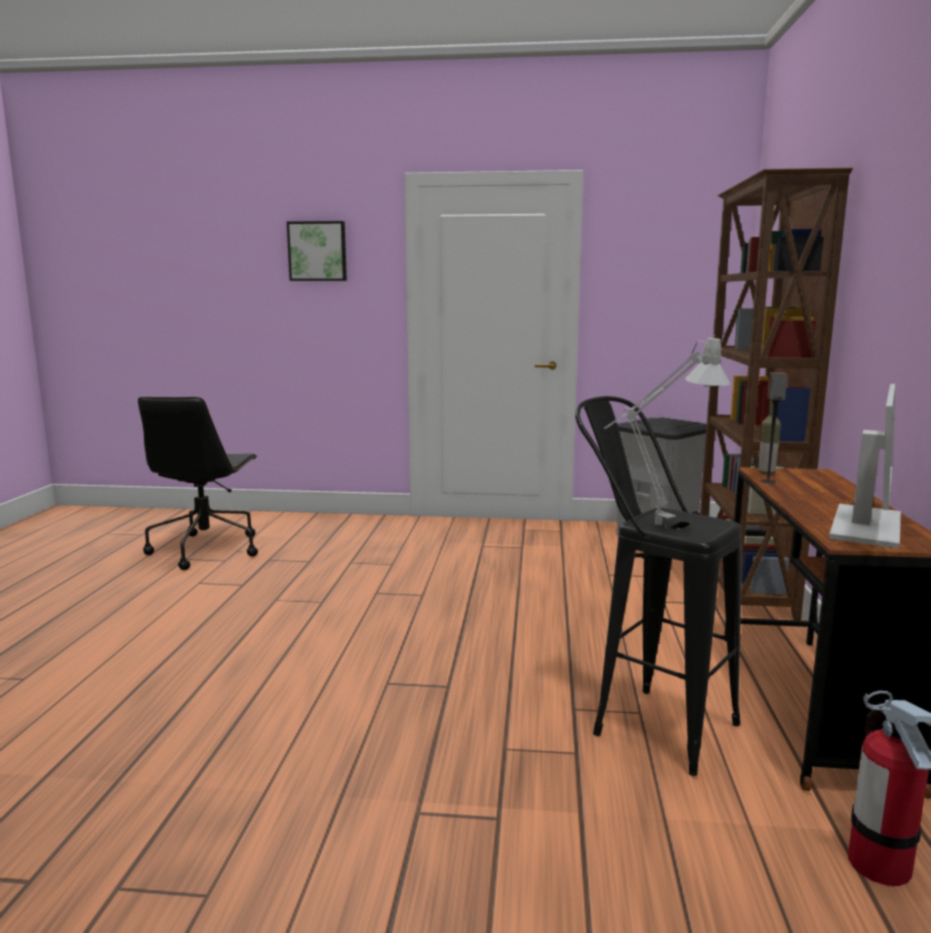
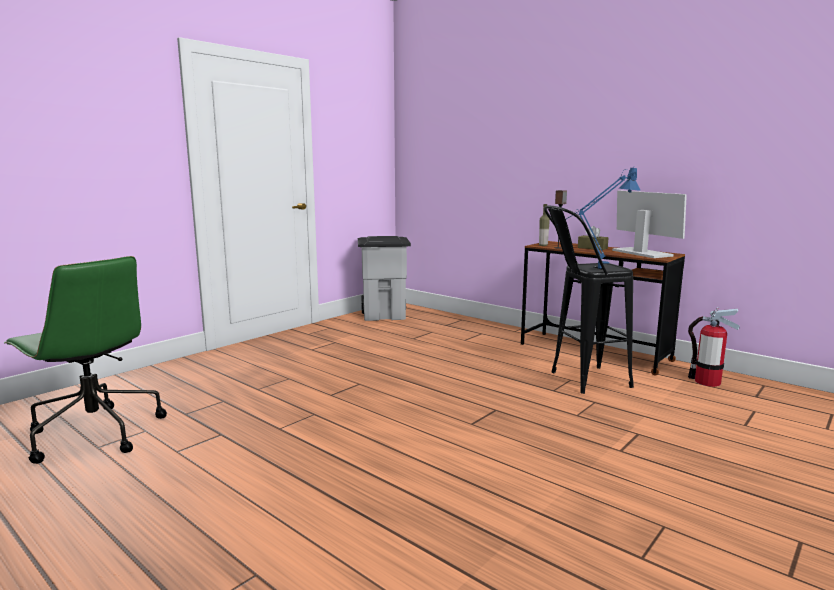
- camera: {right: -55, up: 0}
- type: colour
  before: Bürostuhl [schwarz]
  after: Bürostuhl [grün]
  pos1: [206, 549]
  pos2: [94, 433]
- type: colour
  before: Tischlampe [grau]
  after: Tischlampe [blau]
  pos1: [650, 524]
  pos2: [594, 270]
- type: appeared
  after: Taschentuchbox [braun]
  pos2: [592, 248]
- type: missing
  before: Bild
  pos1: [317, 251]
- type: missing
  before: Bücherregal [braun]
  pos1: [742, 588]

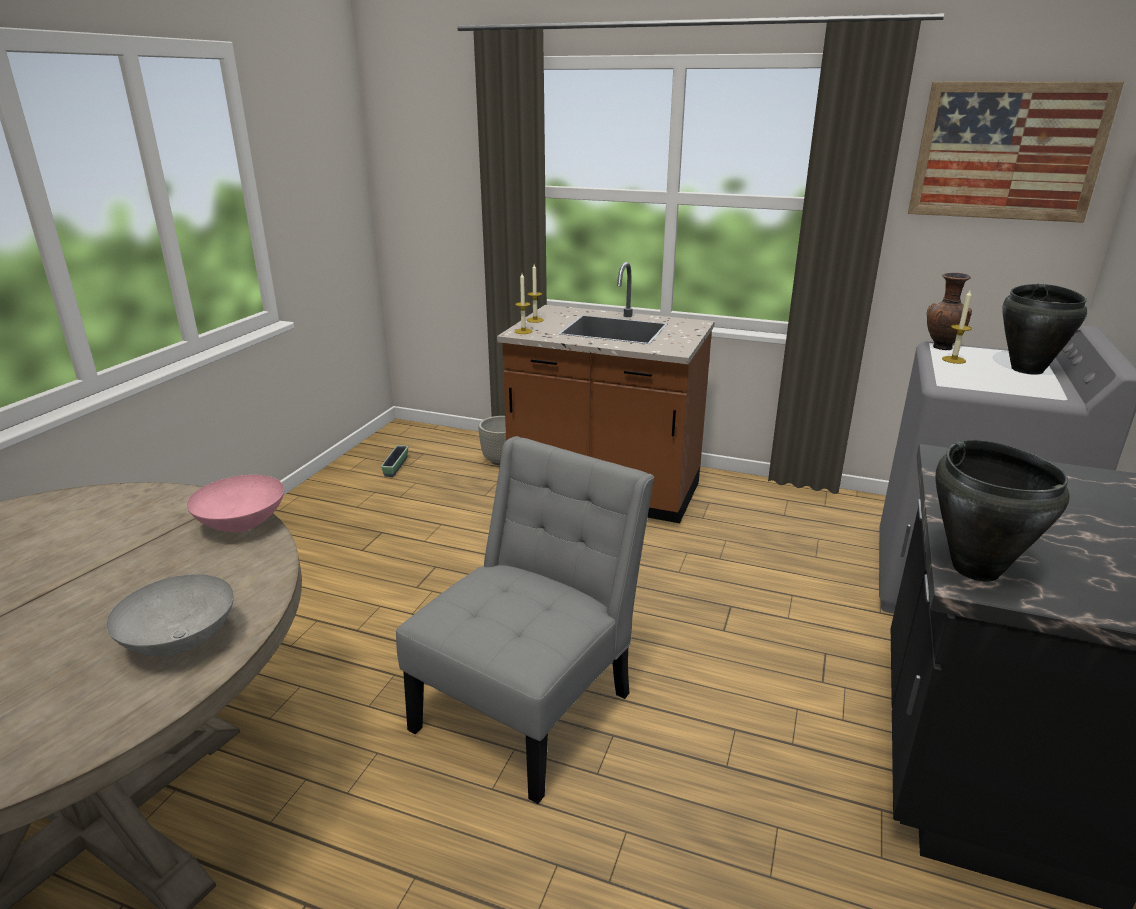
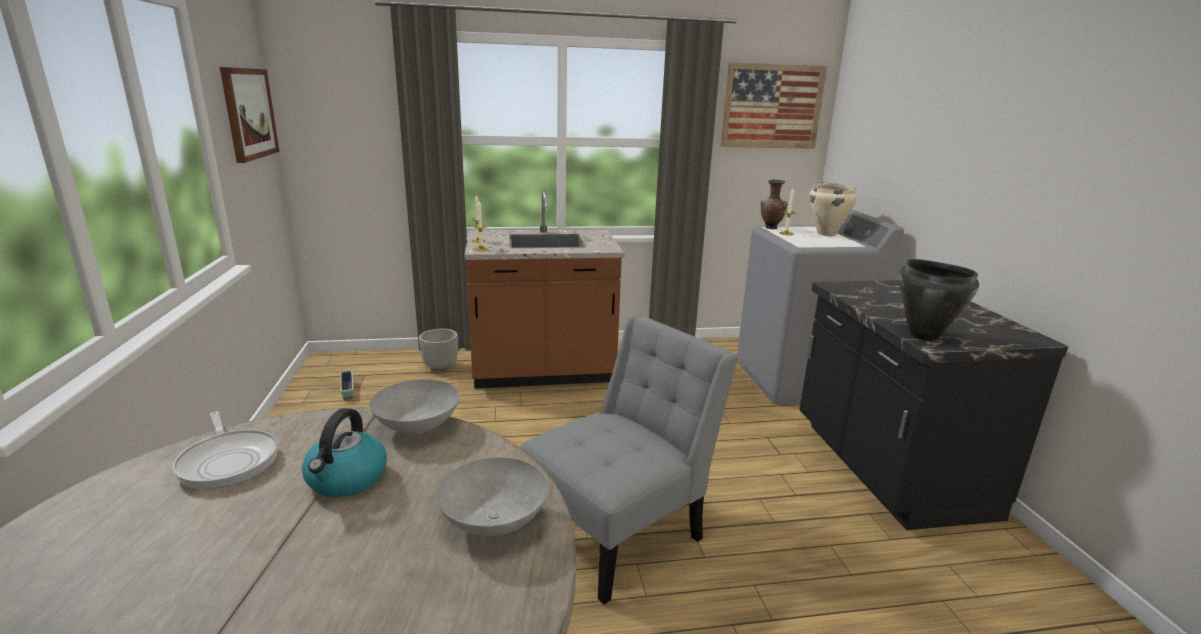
- camera: {right: -30, up: -5}
- type: appeared
  after: Pfanne
  pos2: [229, 461]
- type: appeared
  after: Bild
  pos2: [249, 113]
- type: appeared
  after: Wasserkessel
  pos2: [347, 479]
- type: colour
  before: Schüssel [rosa]
  after: Schüssel [grau]
  pos1: [242, 525]
  pos2: [418, 427]
- type: spun
  before: Stuhl [grau]
  pos1: [530, 704]
  pos2: [620, 529]
  turn: 45
- type: colour
  before: Kochtopf [schwarz]
  after: Kochtopf [beige]
  pos1: [1027, 369]
  pos2: [826, 234]

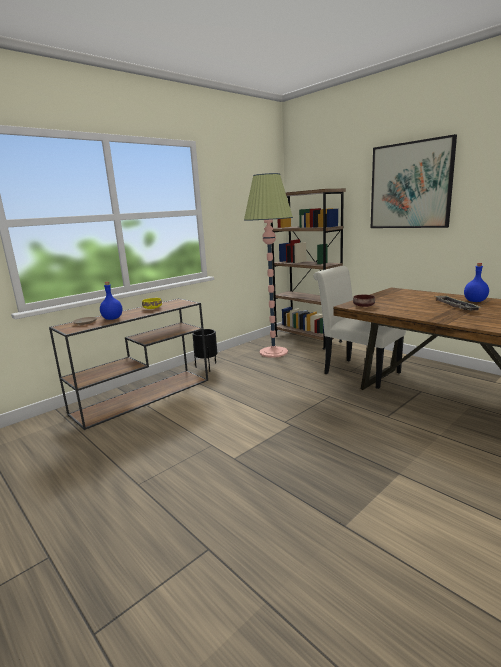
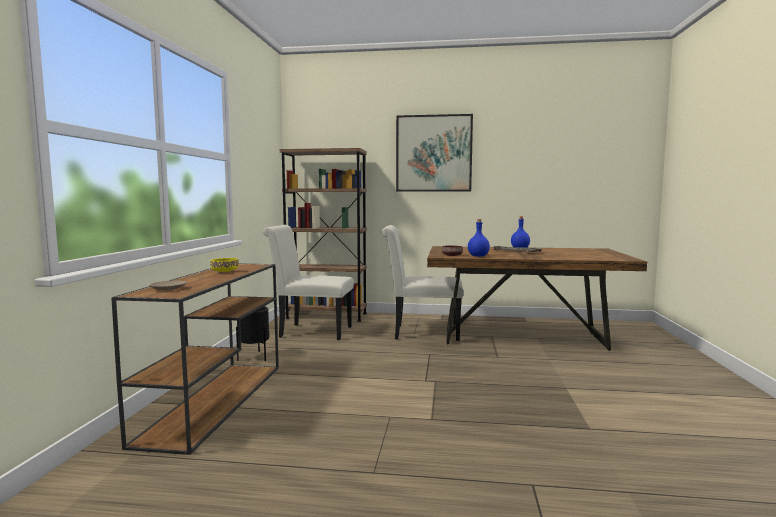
- camera: {right: -40, up: -10}
- type: exchanged
  before: Stehlampe
  after: Stuhl [weiß]
  pos1: [273, 352]
  pos2: [310, 332]
- type: relocated
  before: Flasche [blau]
  pos1: [113, 318]
  pos2: [478, 256]

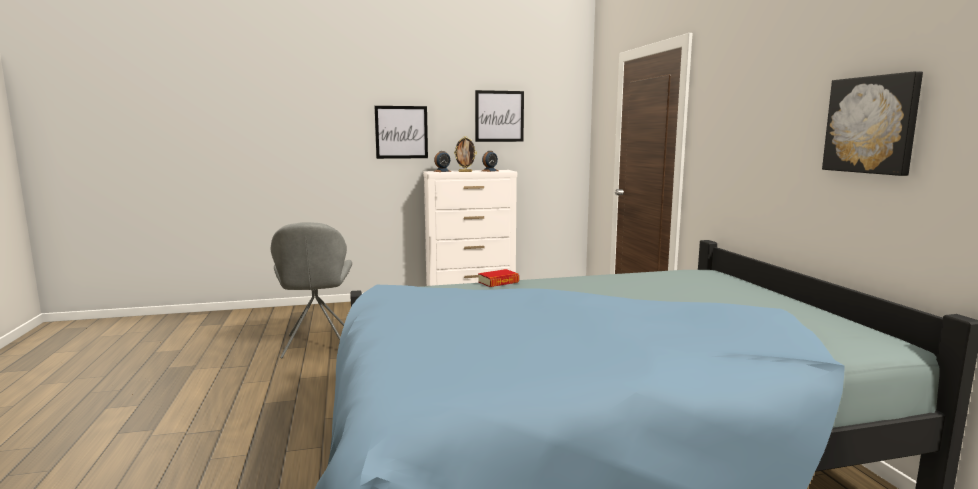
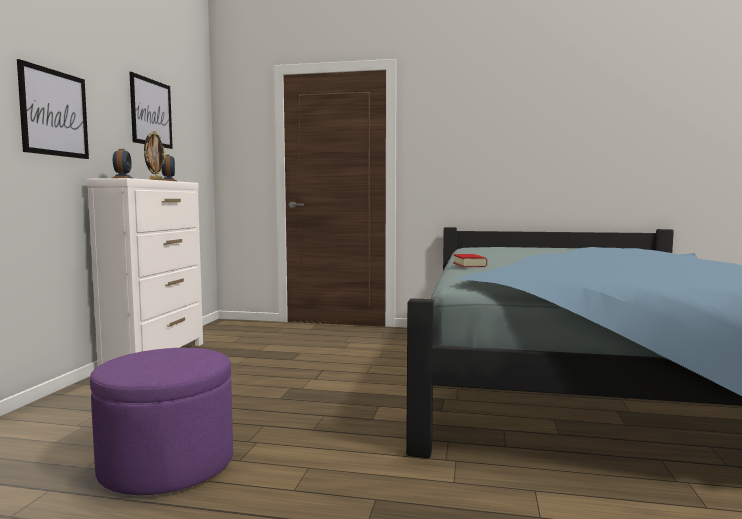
- camera: {right: -65, up: -5}
- type: exchanged
  before: Stuhl [grau]
  after: Polsterhocker [lila]
  pos1: [317, 345]
  pos2: [167, 465]
- type: missing
  before: Bild
  pos1: [872, 125]

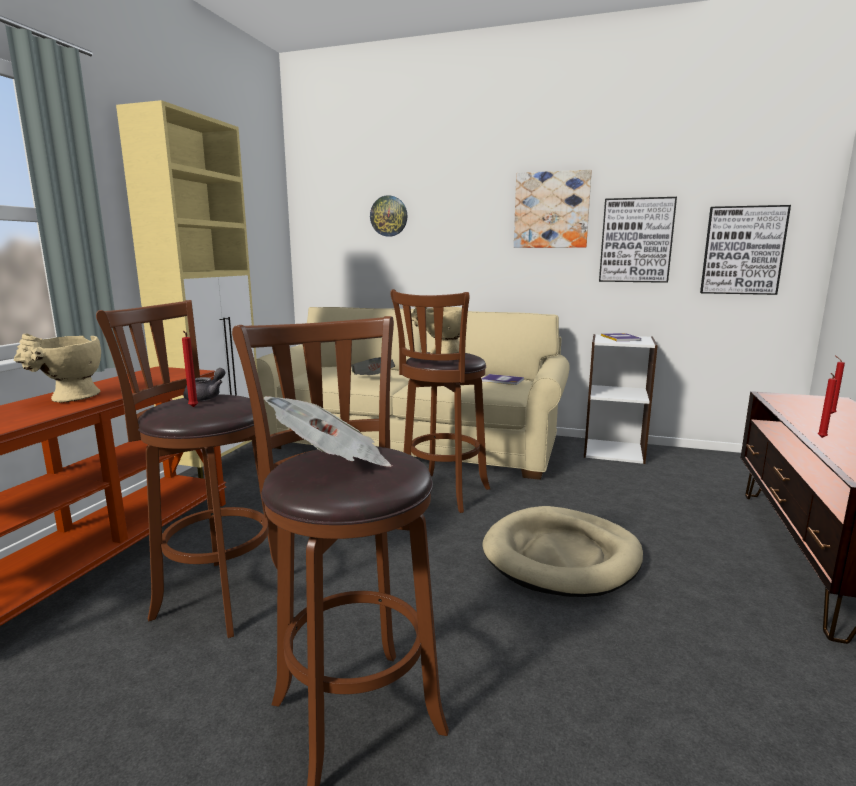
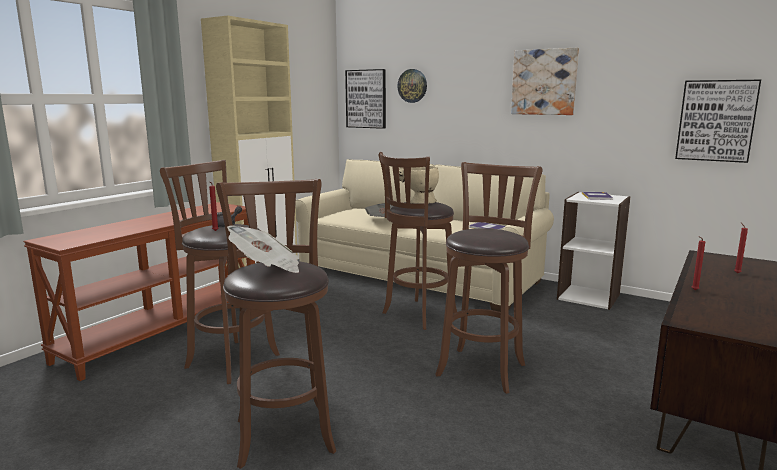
- camera: {right: 15, up: 0}
- type: relocated
  before: Bild
  pos1: [636, 240]
  pos2: [366, 99]
- type: exchanged
  before: Hundebett [beige]
  after: Hocker [braun]
  pos1: [561, 556]
  pos2: [482, 367]
- type: missing
  before: Vase [beige]
  pos1: [69, 399]

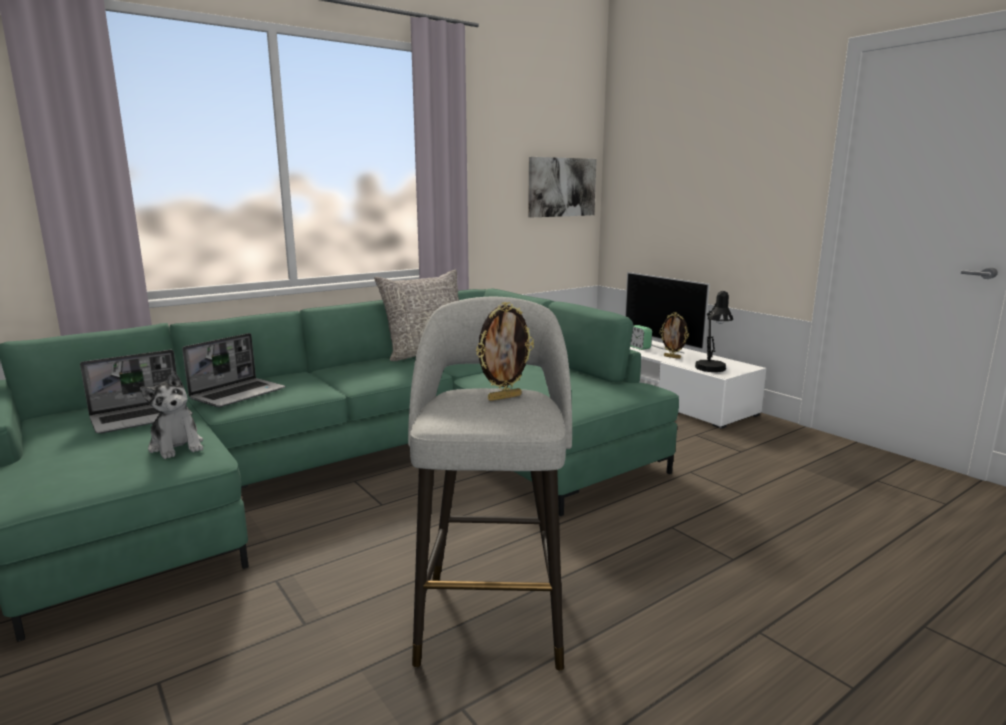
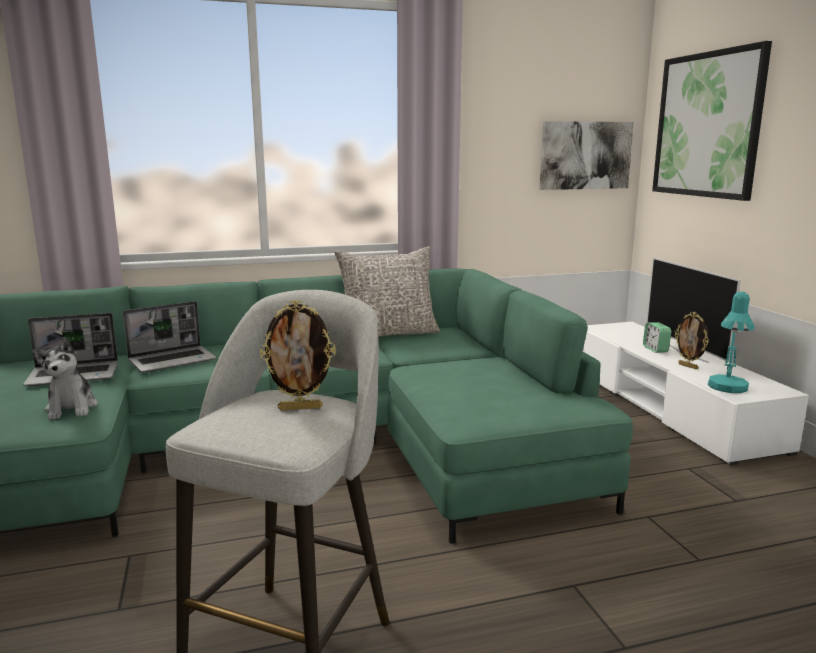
- camera: {right: 20, up: 0}
- type: appeared
  after: Bild
  pos2: [707, 125]
- type: colour
  before: Tischlampe [schwarz]
  after: Tischlampe [türkis]
  pos1: [711, 370]
  pos2: [727, 389]

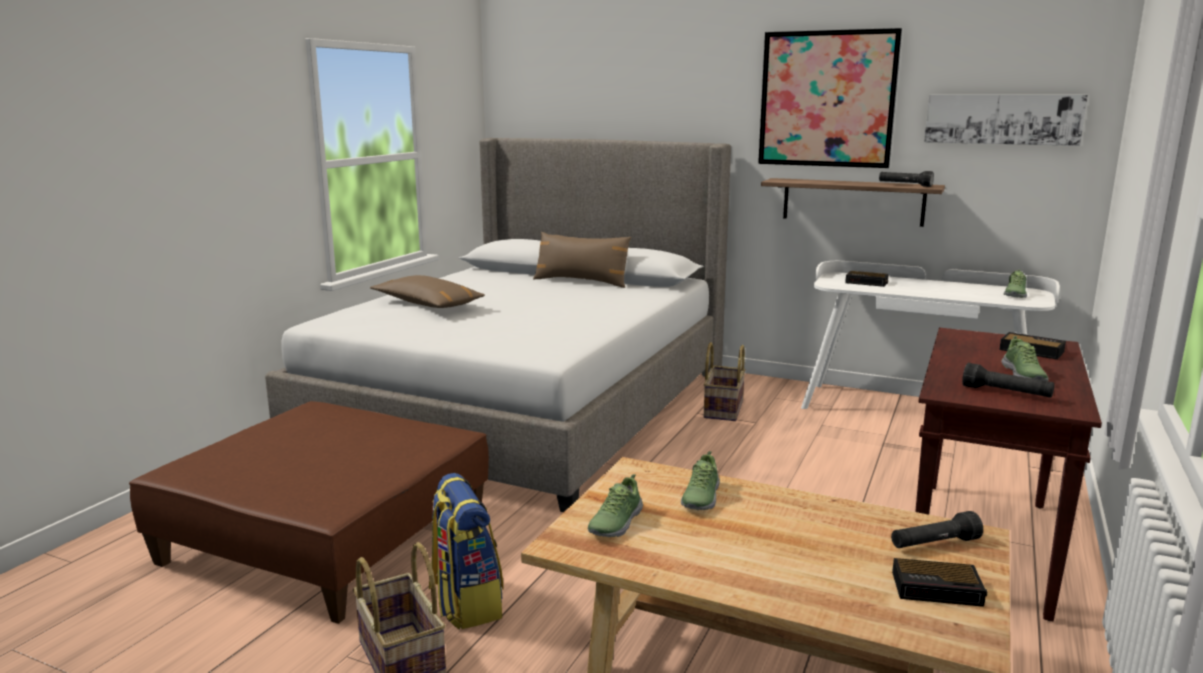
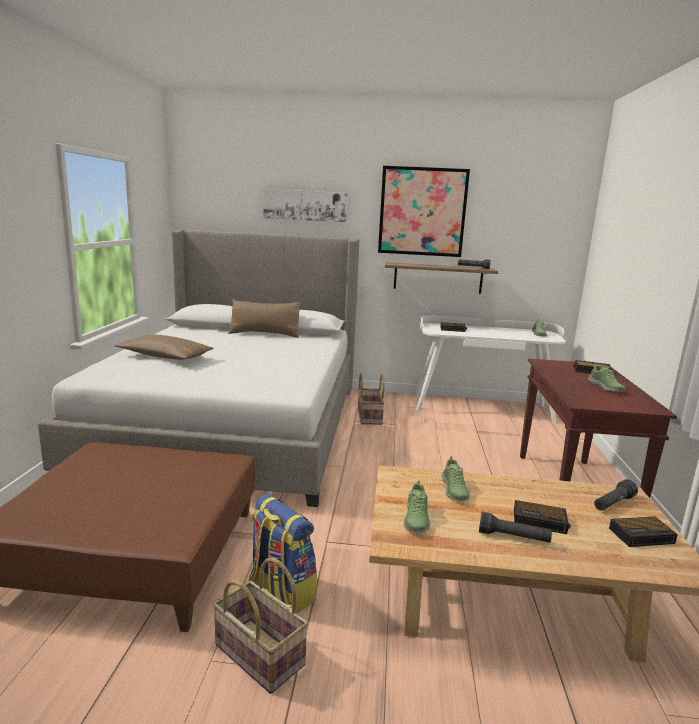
- camera: {right: -20, up: 0}
- type: relocated
  before: Bild
  pos1: [1002, 119]
  pos2: [305, 205]
- type: relocated
  before: Taschenlampe [schwarz]
  pos1: [1006, 393]
  pos2: [513, 537]
- type: appeared
  after: Wecker
  pos2: [540, 521]

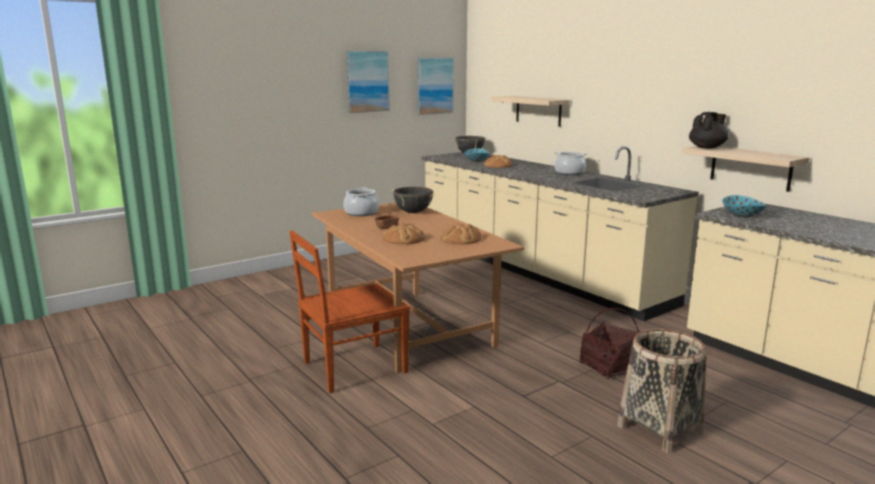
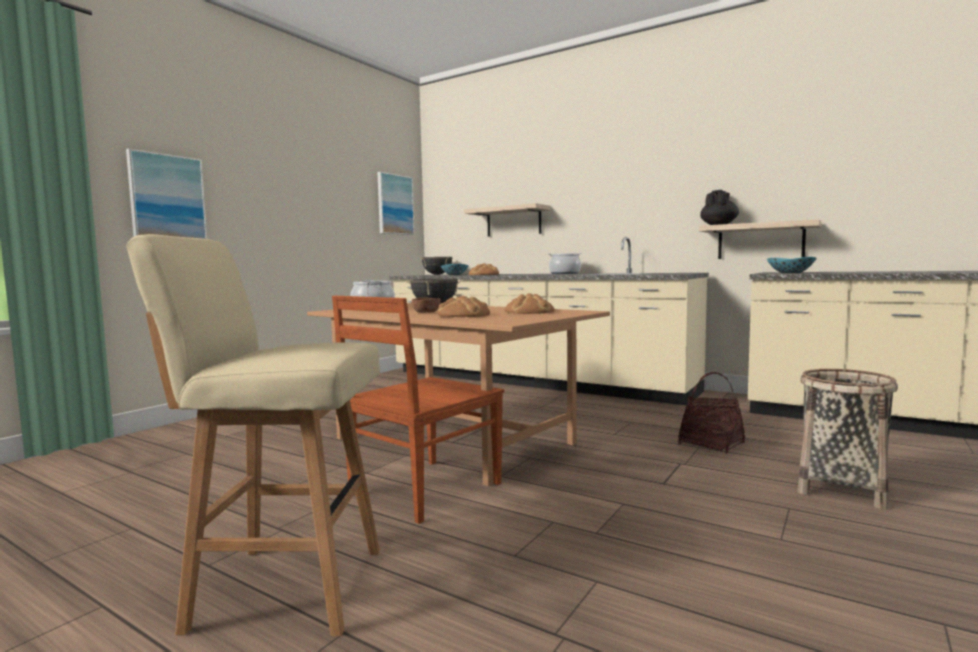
- camera: {right: -20, up: -10}
- type: relocated
  before: Bild
  pos1: [367, 81]
  pos2: [167, 199]
- type: appeared
  after: Hocker [beige]
  pos2: [284, 587]

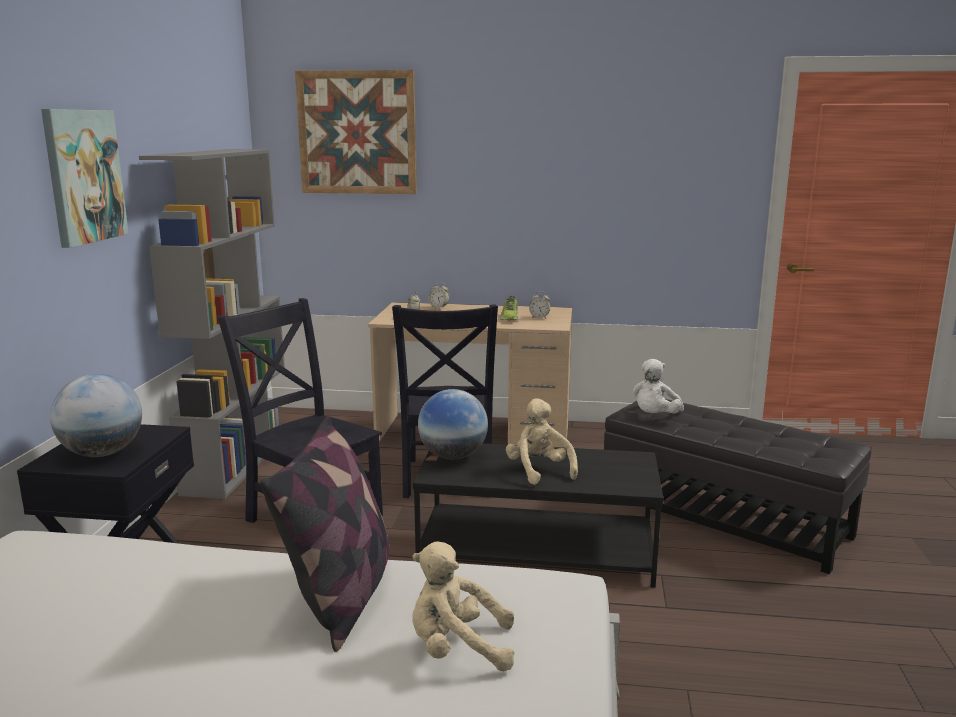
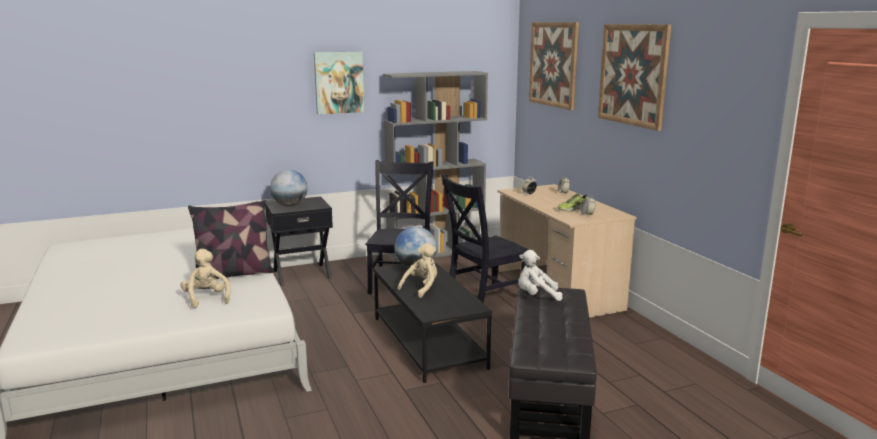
- camera: {right: 60, up: 0}
- type: appeared
  after: Bild
  pos2: [633, 75]

